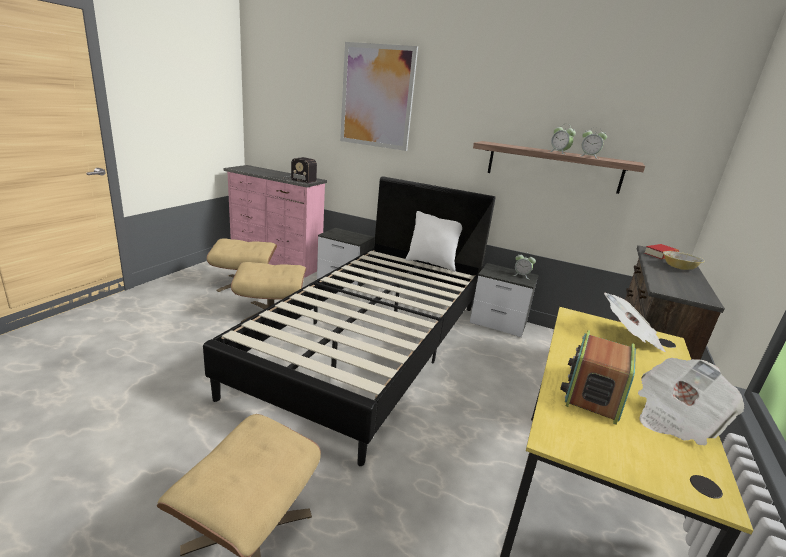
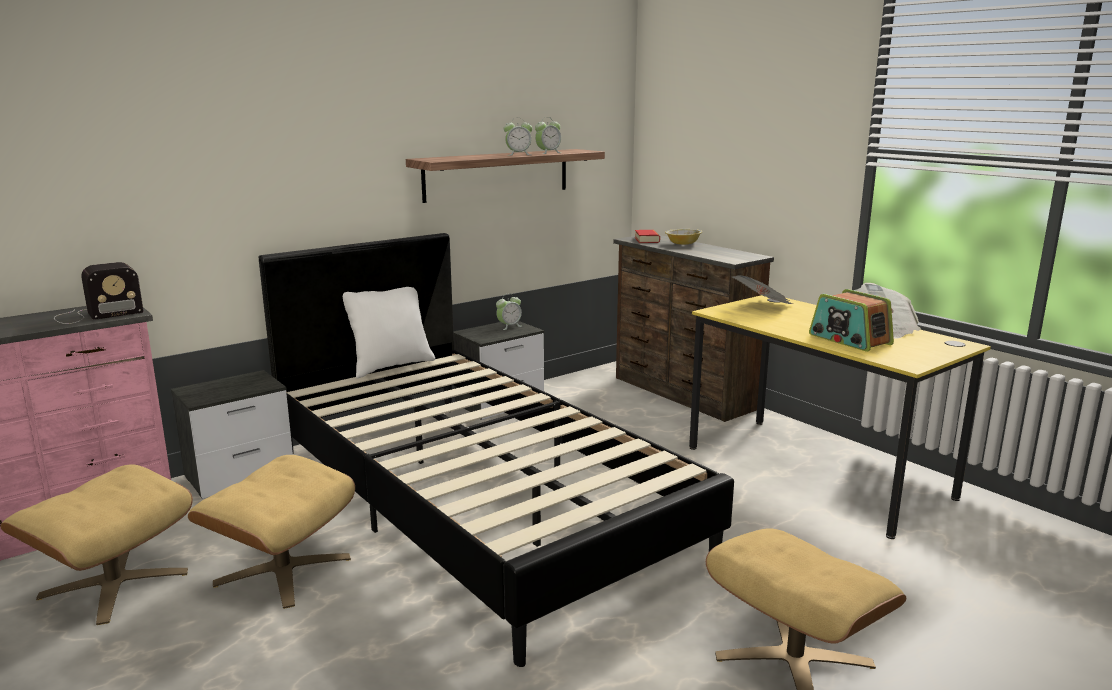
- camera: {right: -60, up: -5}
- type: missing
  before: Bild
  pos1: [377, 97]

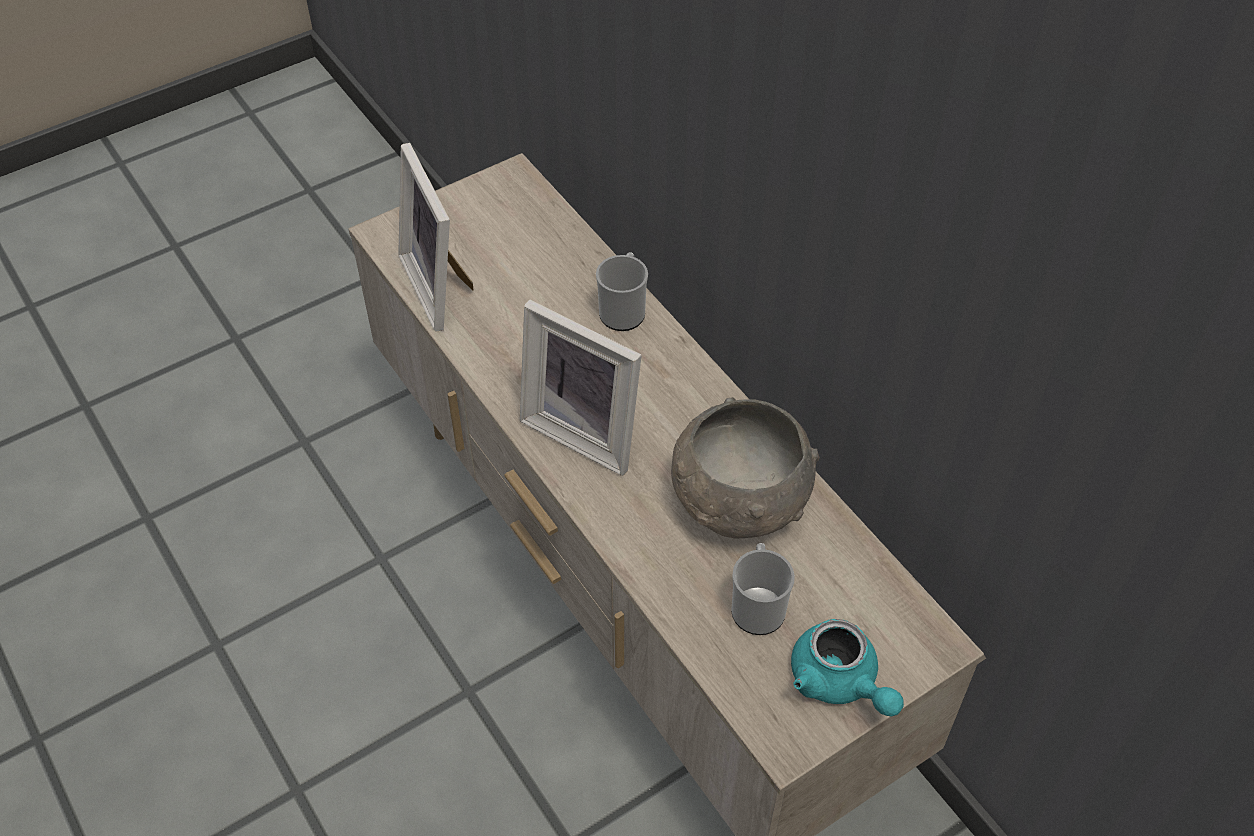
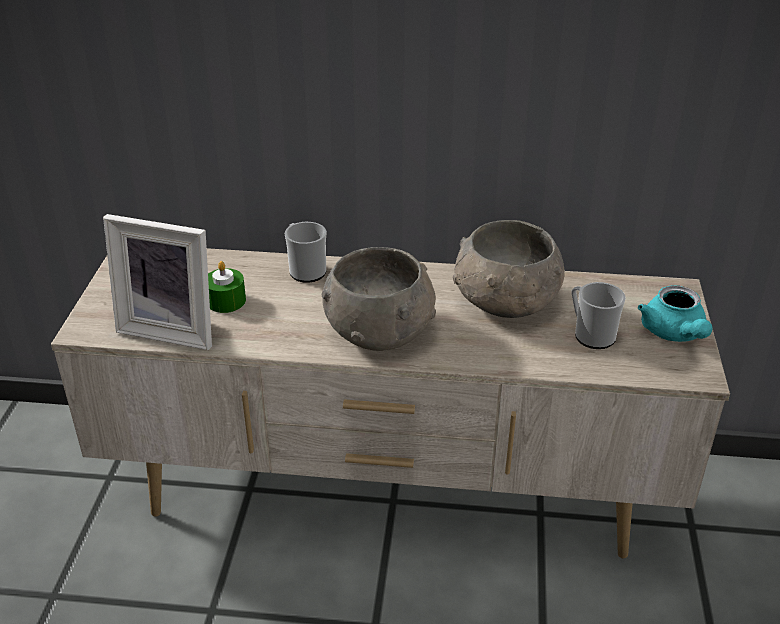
- camera: {right: -50, up: -15}
- type: appeared
  after: Kerze [grün]
  pos2: [226, 301]
- type: exchanged
  before: Bilderrahmen
  after: Schüssel [grau]
  pos1: [586, 430]
  pos2: [379, 331]
- type: spun
  before: Teekanne [türkis]
  pos1: [839, 683]
  pos2: [674, 334]
  turn: 75

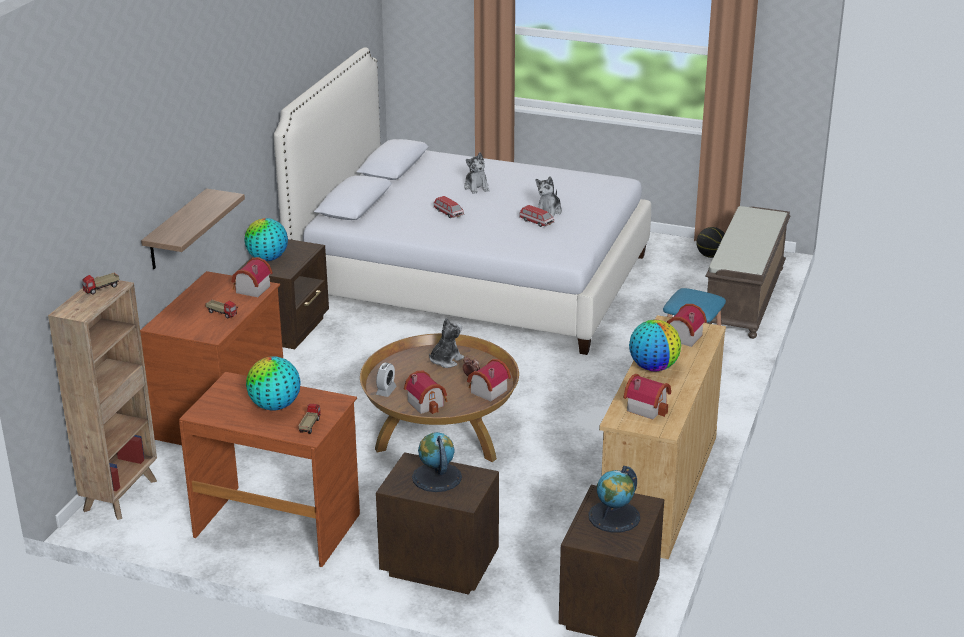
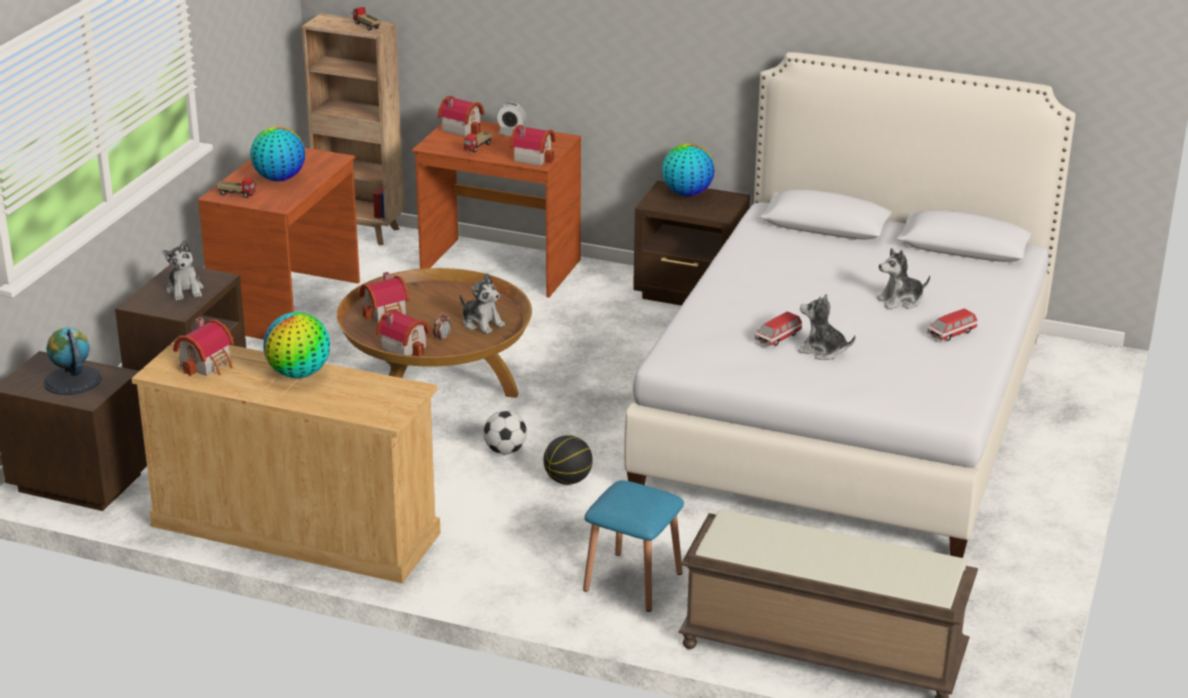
- camera: {right: 90, up: 0}
- type: exchanged
  before: Globus
  after: Plüschtier
  pos1: [436, 477]
  pos2: [185, 290]
- type: relocated
  before: Spielzeughaus
  pos1: [682, 337]
  pos2: [462, 128]
- type: appeared
  after: Fußball
  pos2: [505, 451]
- type: relocated
  before: Wecker
  pos1: [386, 391]
  pos2: [511, 134]
- type: relocated
  before: Basketball
  pos1: [710, 256]
  pos2: [567, 480]
- type: relocated
  before: Spielzeugauto
  pos1: [448, 213]
  pos2: [951, 333]
- type: missing
  before: Wandregal
  pos1: [176, 230]

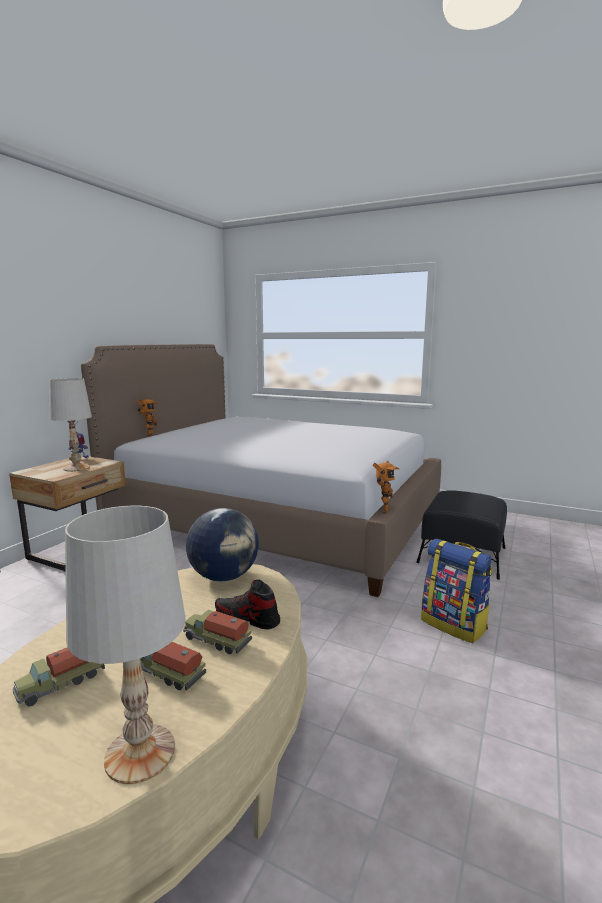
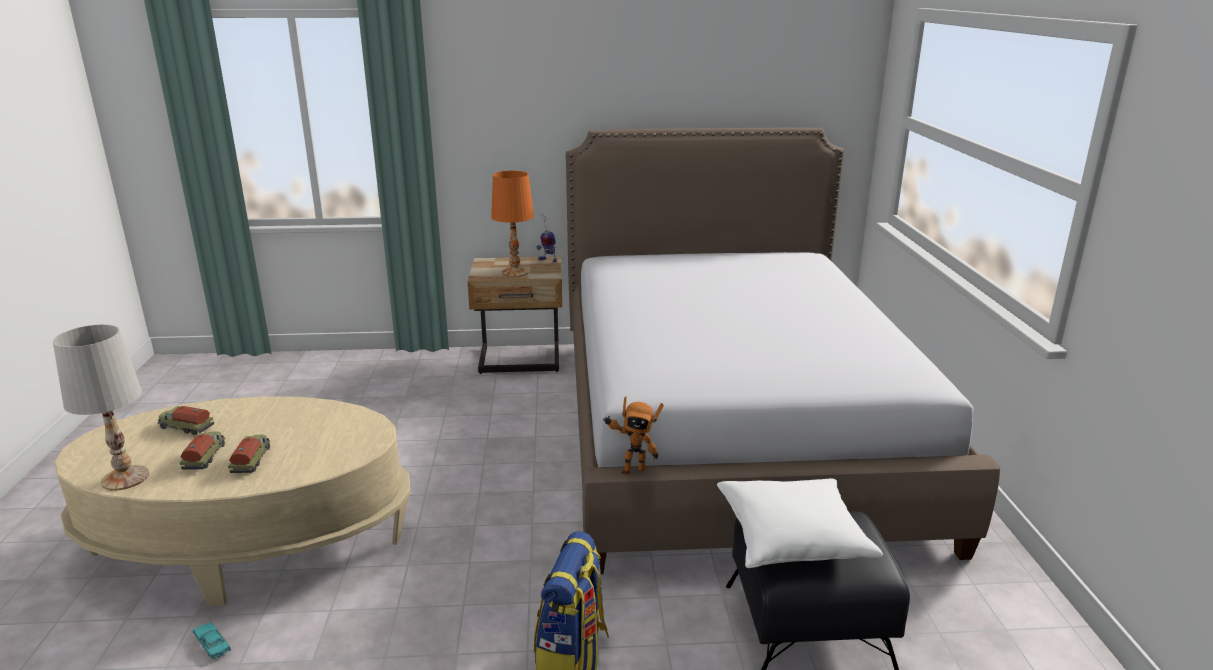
- camera: {right: 60, up: 10}
- type: appeared
  after: Spielzeugauto [türkis]
  pos2: [212, 644]
- type: colour
  before: Tischlampe [weiß]
  after: Tischlampe [orange]
  pos1: [76, 468]
  pos2: [514, 272]
- type: appeared
  after: Kissen [weiß]
  pos2: [792, 538]
- type: missing
  before: Spielzeugroboter
  pos1: [148, 435]
- type: missing
  before: Globus
  pos1: [224, 576]
- type: missing
  before: Schuh
  pos1: [247, 619]

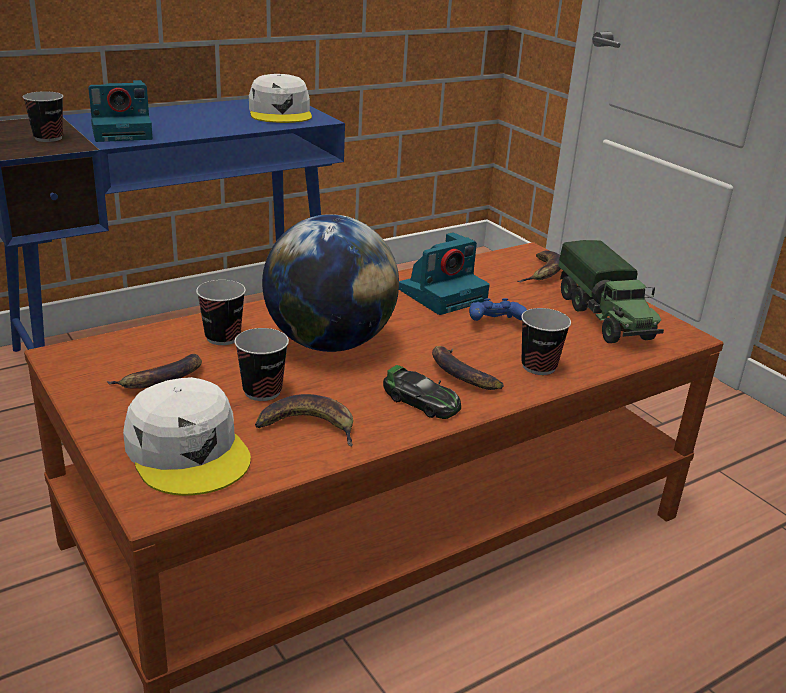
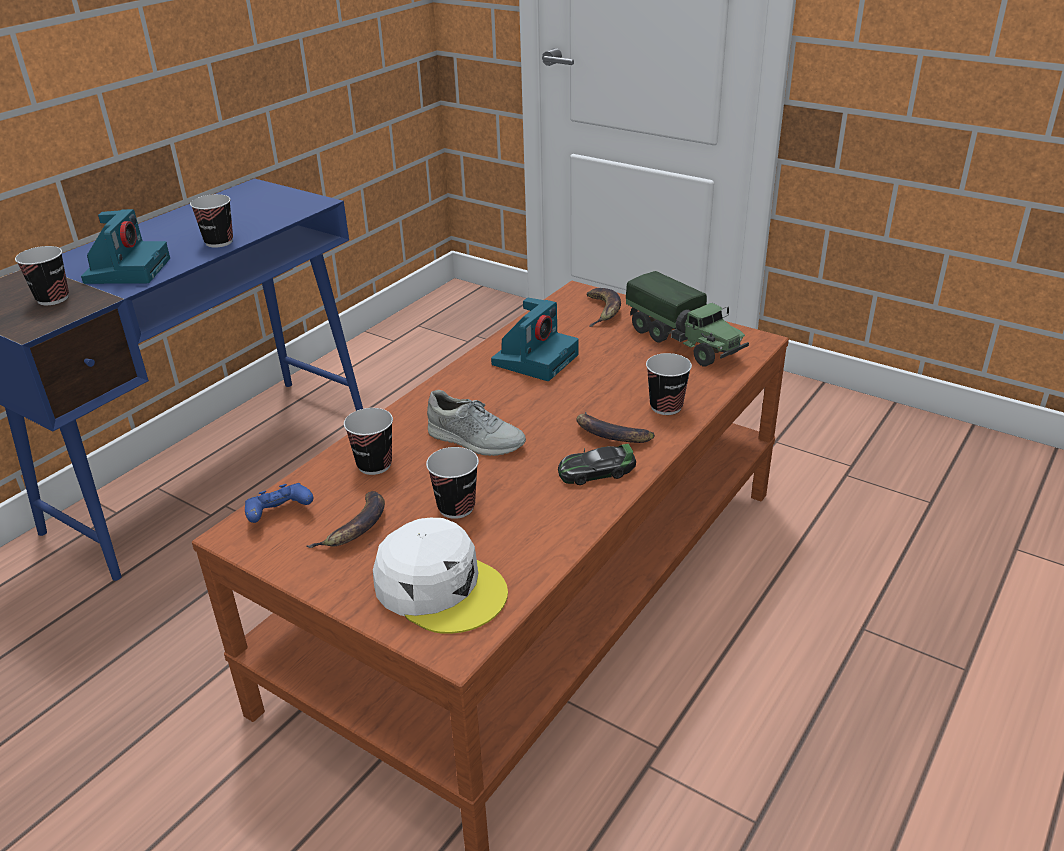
- camera: {right: -20, up: 5}
- type: spun
  before: Kamera
  pos1: [123, 132]
  pos2: [127, 269]
  turn: -45
- type: appeared
  after: Tasse
  pos2: [219, 242]
- type: relocated
  before: Gamepad [blau]
  pos1: [494, 323]
  pos2: [279, 514]
- type: exchanged
  before: Globus
  after: Schuh [grau]
  pos1: [329, 343]
  pos2: [476, 440]
- type: spun
  before: Spielzeugauto
  pos1: [420, 401]
  pos2: [596, 471]
  turn: 150
- type: missing
  before: Kappe [weiß]
  pos1: [280, 113]
- type: missing
  before: Banane
  pos1: [308, 426]

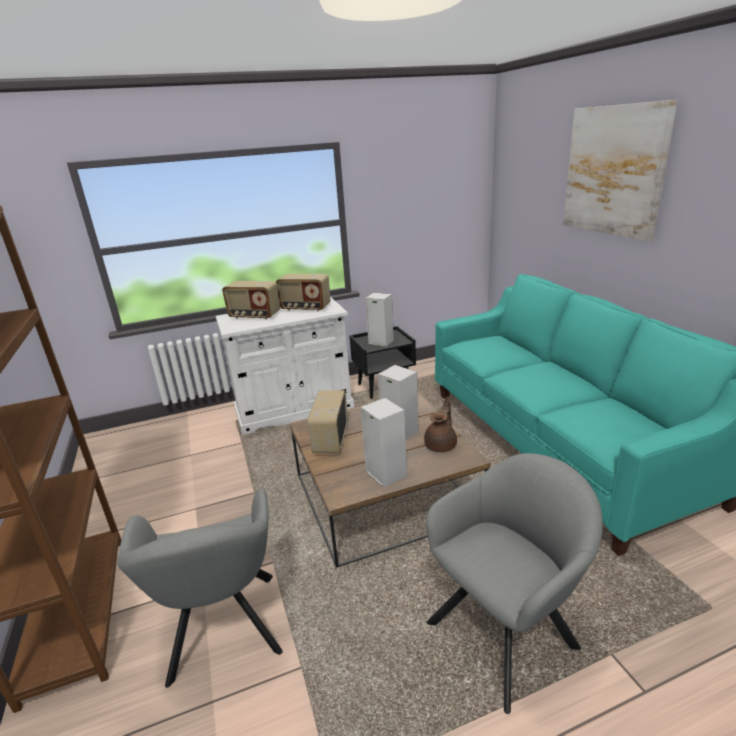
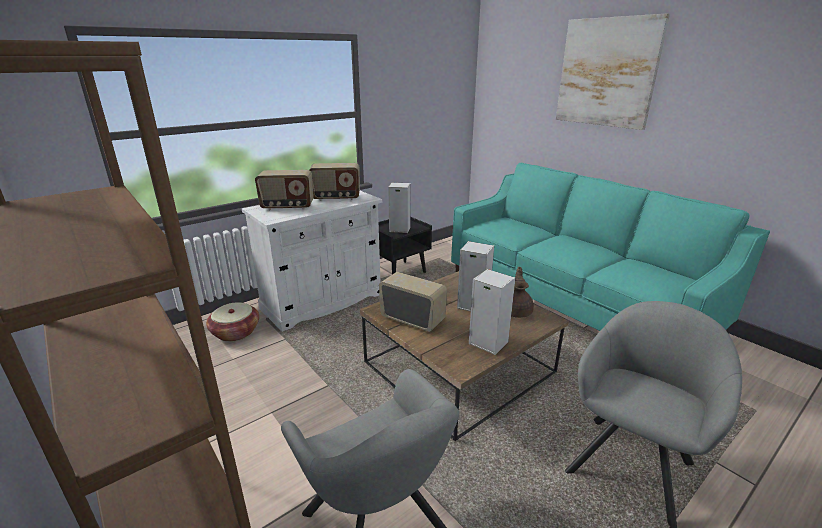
- camera: {right: -20, up: 0}
- type: appeared
  after: Korb
  pos2: [235, 332]
- type: spun
  before: Radio
  pos1: [330, 440]
  pos2: [413, 319]
  turn: 135

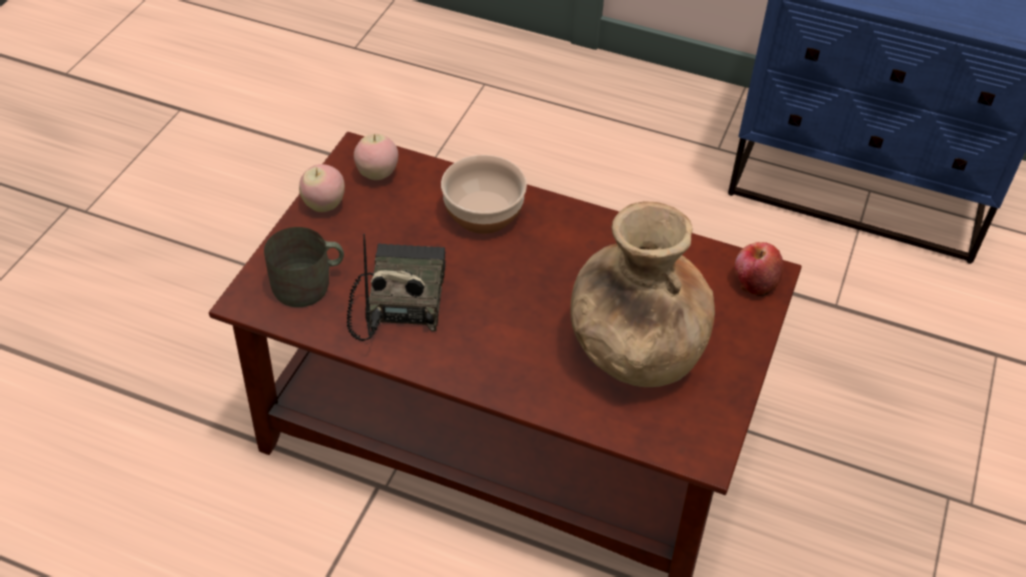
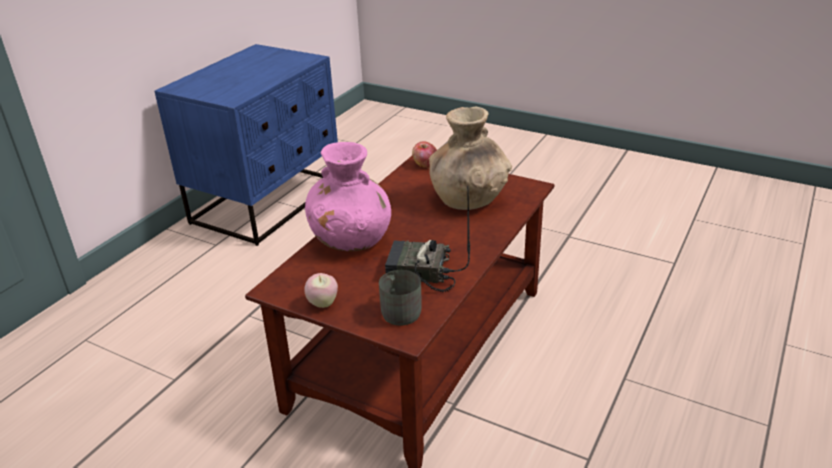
- camera: {right: -80, up: -15}
- type: exchanged
  before: Schüssel
  after: Vase [rosa]
  pos1: [484, 214]
  pos2: [351, 240]
- type: missing
  before: Apfel
  pos1: [377, 174]

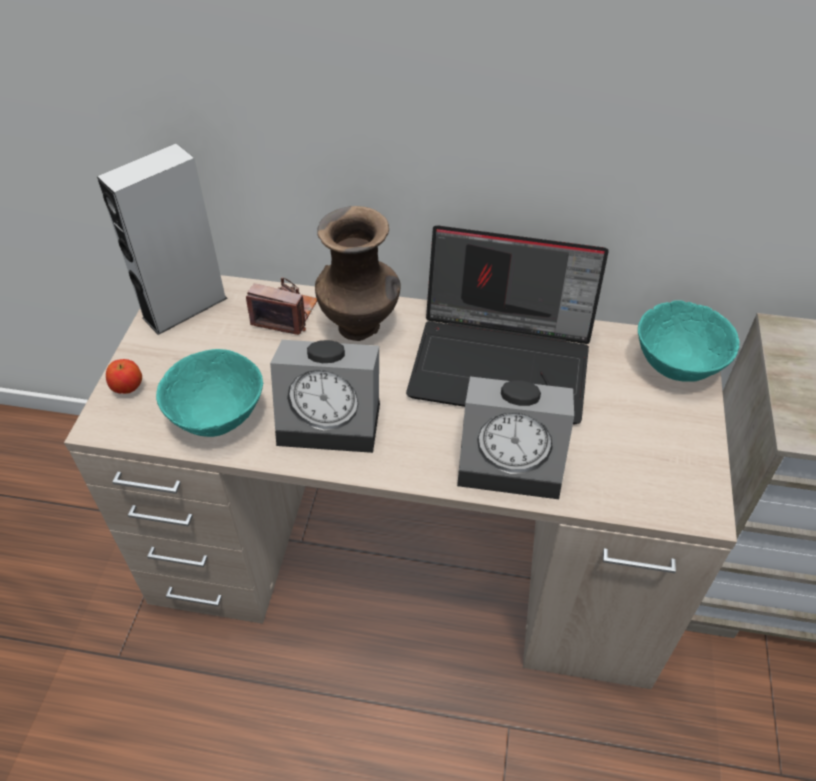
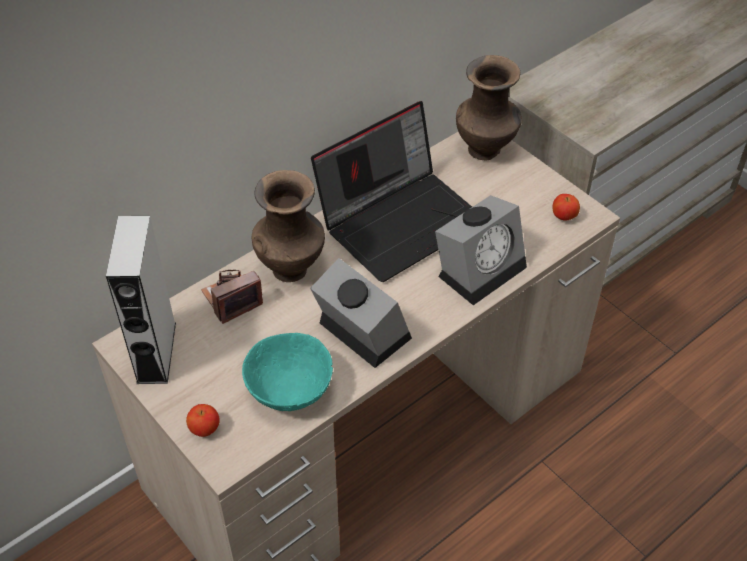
- camera: {right: -50, up: 0}
- type: spun
  before: Wecker
  pos1: [333, 420]
  pos2: [359, 331]
  turn: -90
- type: exchanged
  before: Schüssel [türkis]
  after: Vase [braun]
  pos1: [678, 365]
  pos2: [485, 150]
- type: appeared
  after: Apfel
  pos2: [564, 217]

